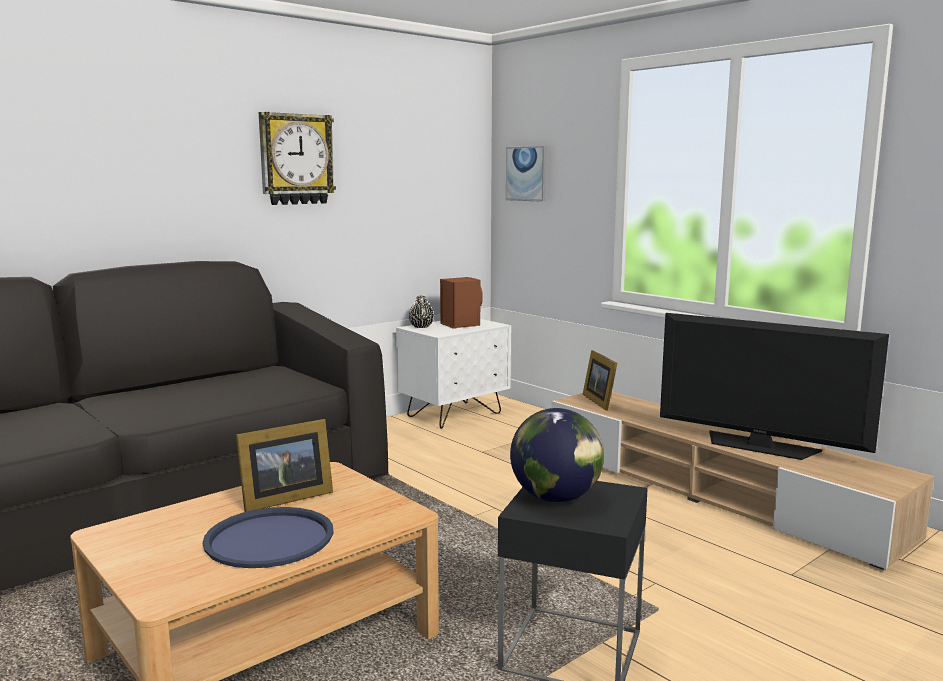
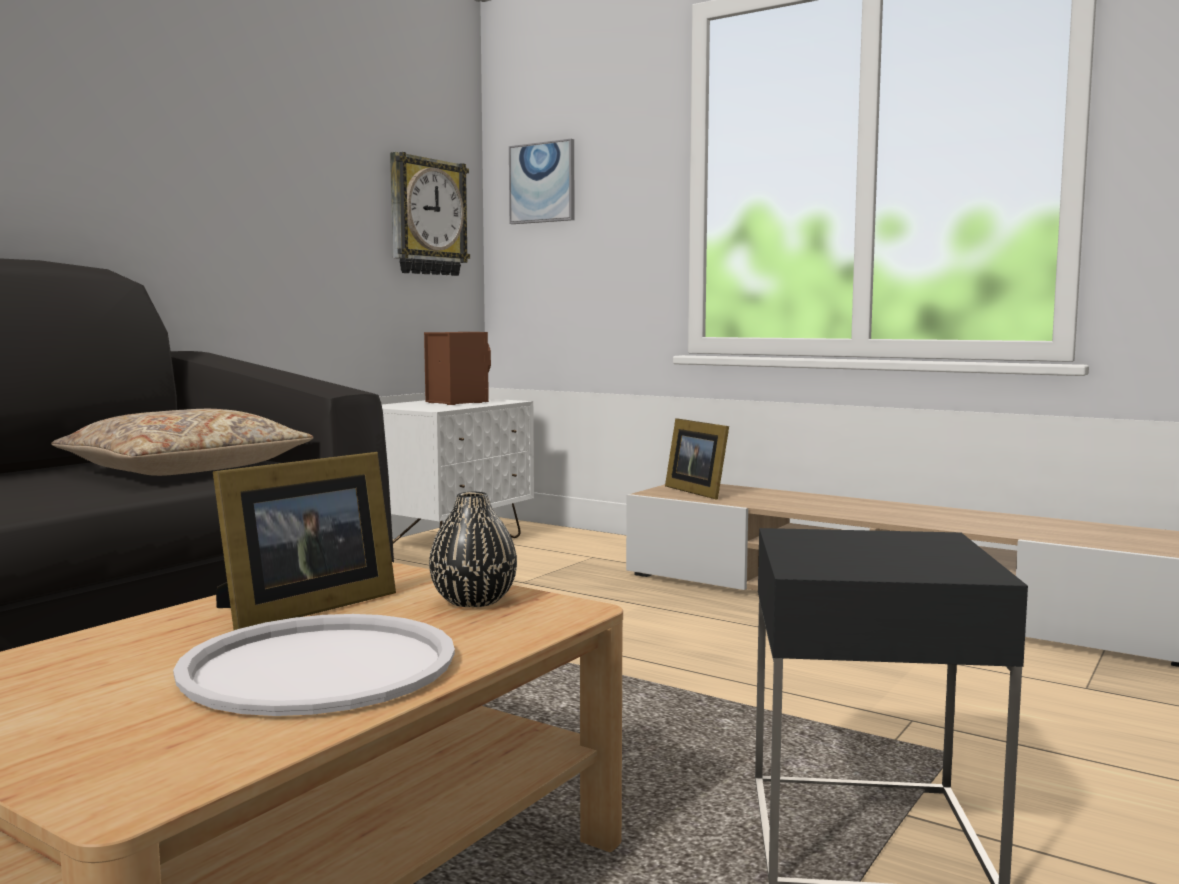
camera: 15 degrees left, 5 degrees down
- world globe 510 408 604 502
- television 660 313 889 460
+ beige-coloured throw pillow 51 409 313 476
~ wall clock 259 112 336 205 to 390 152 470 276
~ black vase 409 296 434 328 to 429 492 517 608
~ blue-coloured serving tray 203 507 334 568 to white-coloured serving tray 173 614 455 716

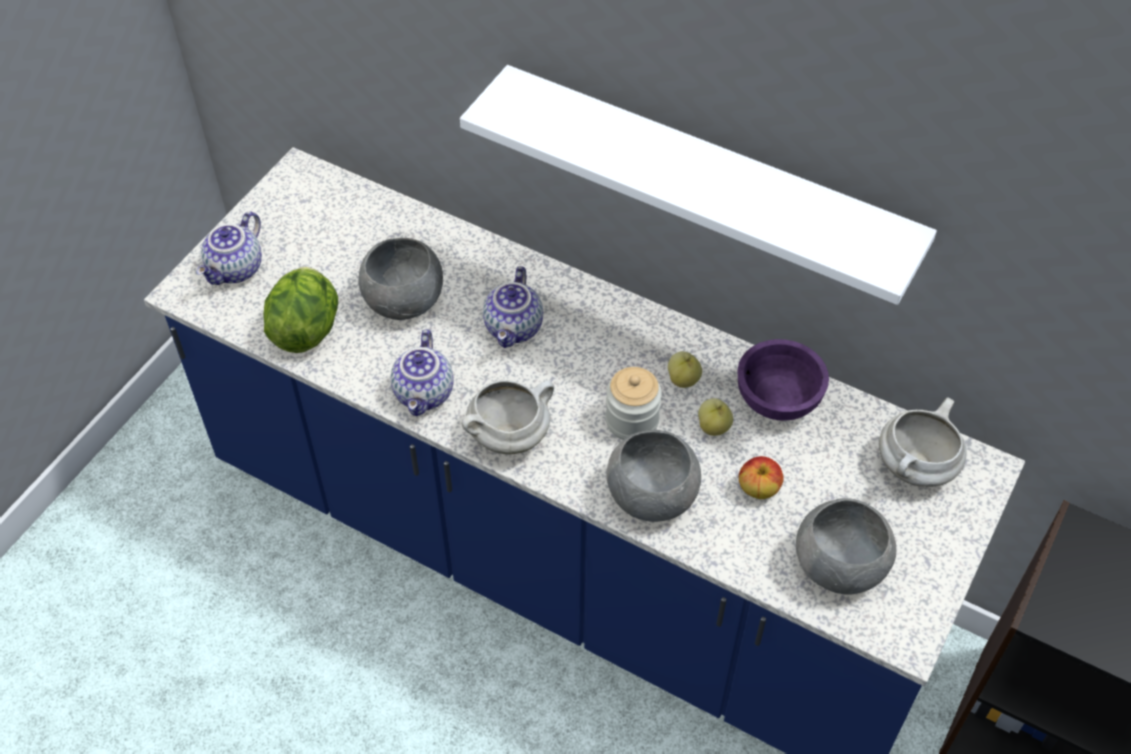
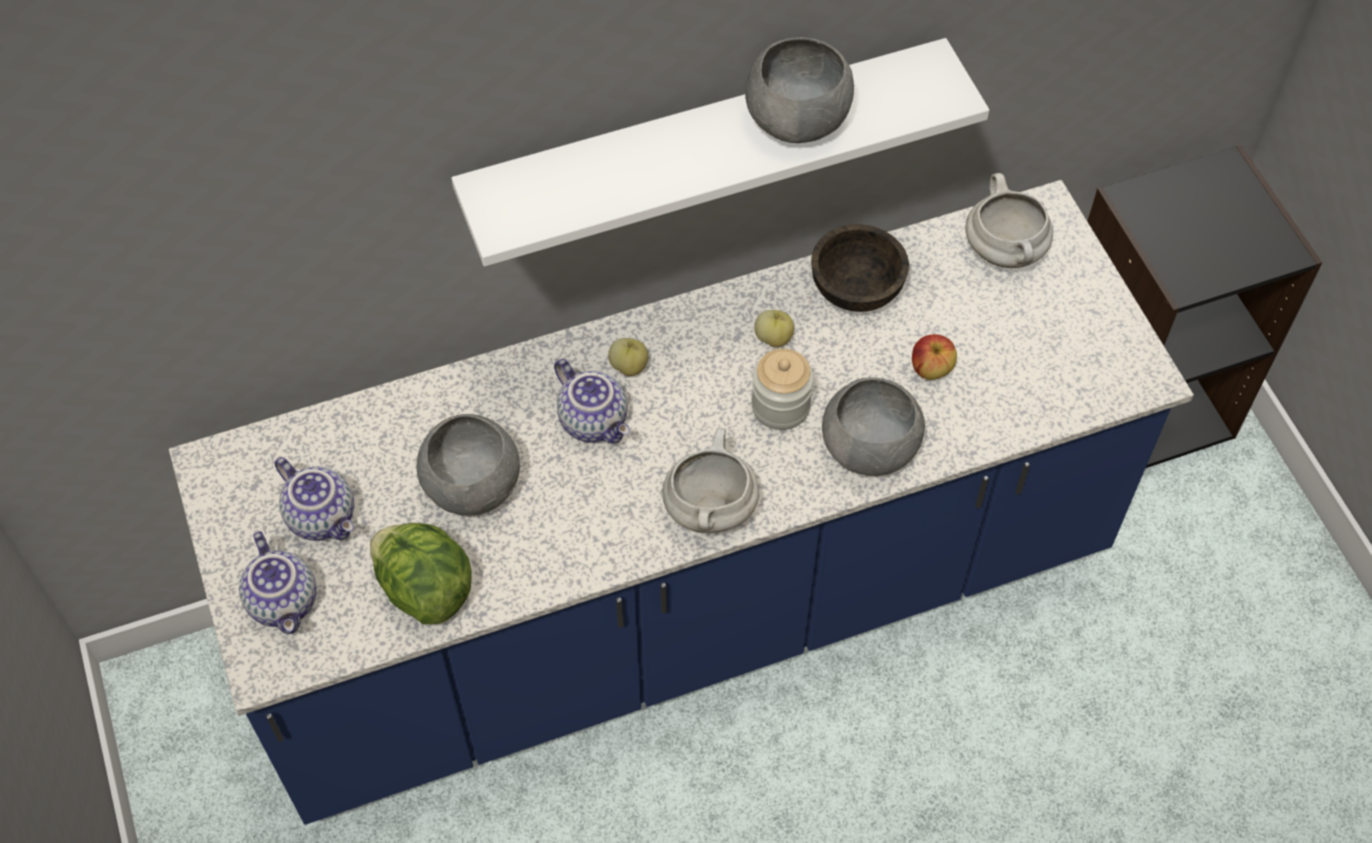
camera: 50 degrees left, 5 degrees up
~ pot for tea 391 329 454 416 to 274 457 354 541
~ apple 698 398 733 436 to 608 338 648 376
~ gray serving bowl 796 498 896 595 to 745 37 854 143
~ purplish serving bowl 737 339 829 421 to brownish serving bowl 811 224 909 312

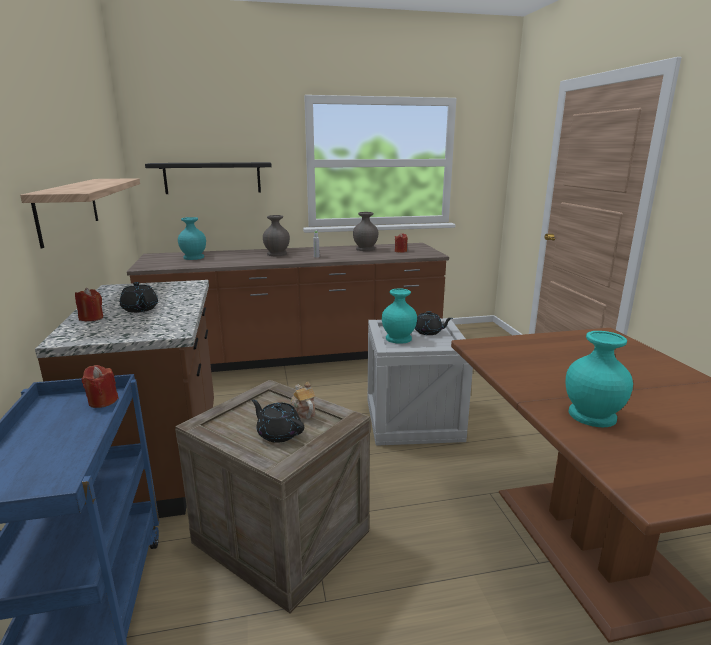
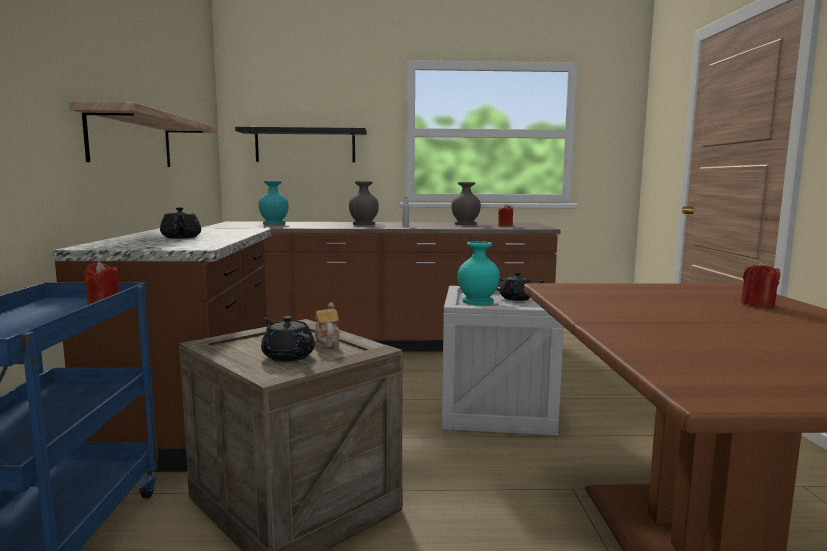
camera: 10 degrees right, 10 degrees down
- turquoise-coloured vase 565 331 633 427
~ red-coloured wax candle 75 288 103 321 to 740 261 781 307

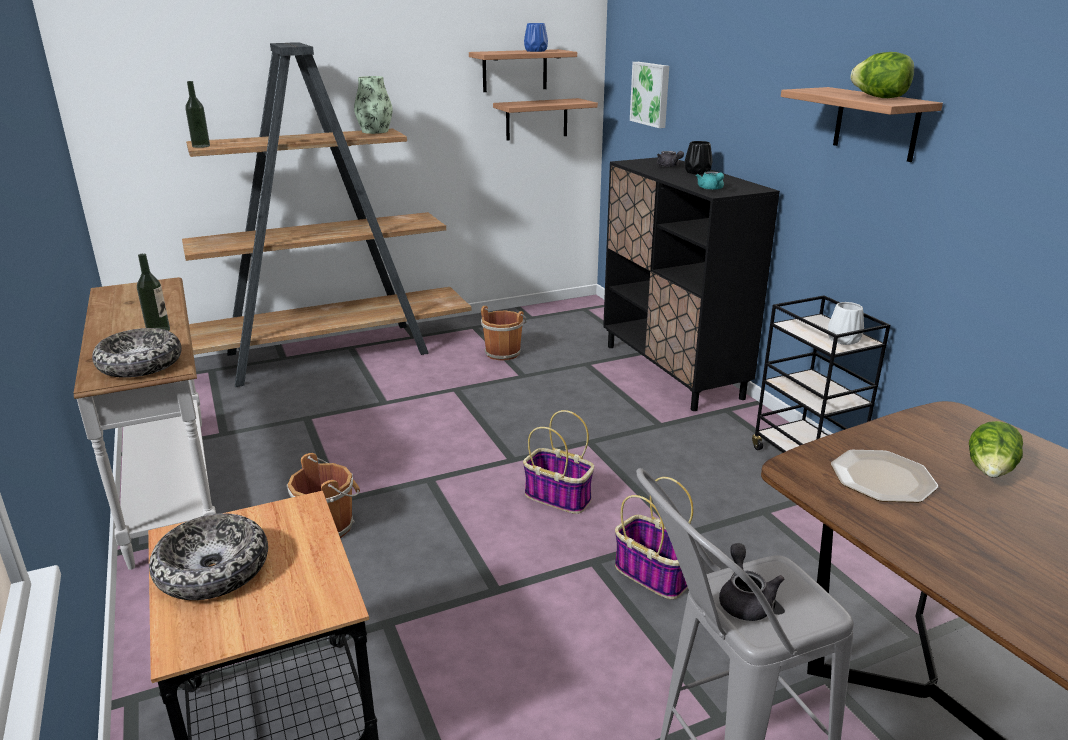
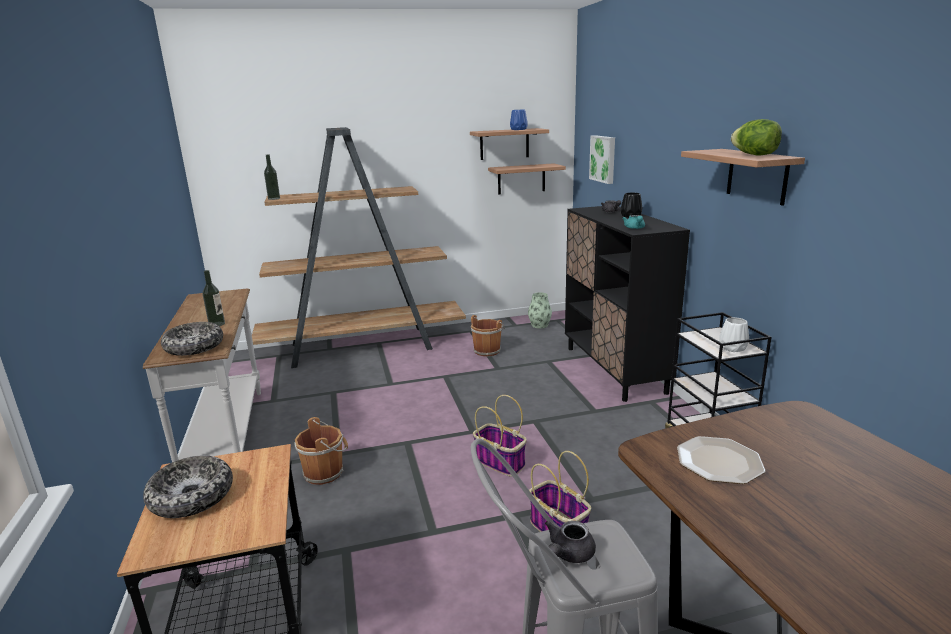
camera: 10 degrees right, 5 degrees down
- lettuce 969 421 1023 478
~ vase 354 76 393 134 to 528 292 552 329
~ gray pot for tea 719 543 784 621 = 545 521 596 563 150 degrees counterclockwise

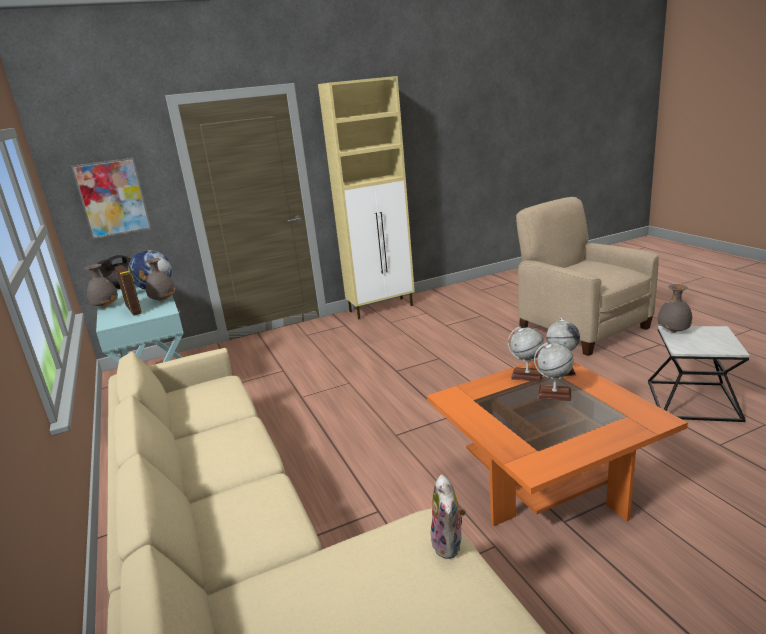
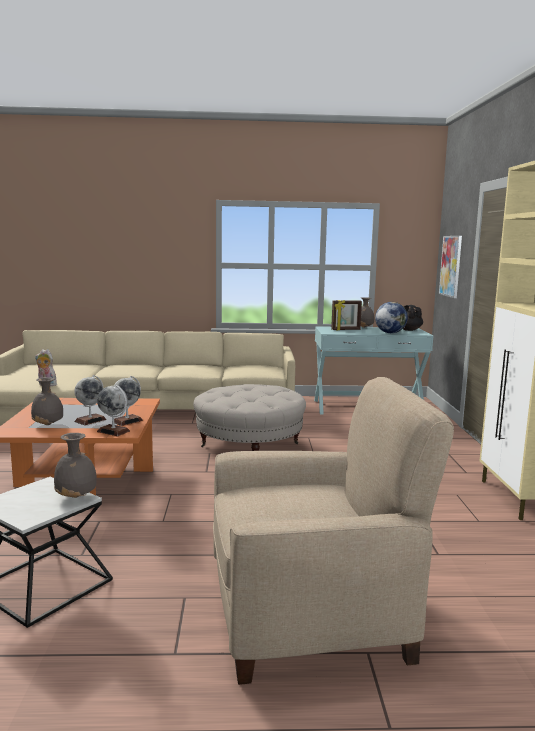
camera: 110 degrees right, 10 degrees down
+ beige-coloured ottoman 193 384 306 451
~ gray vase 145 258 176 302 to 31 377 63 425

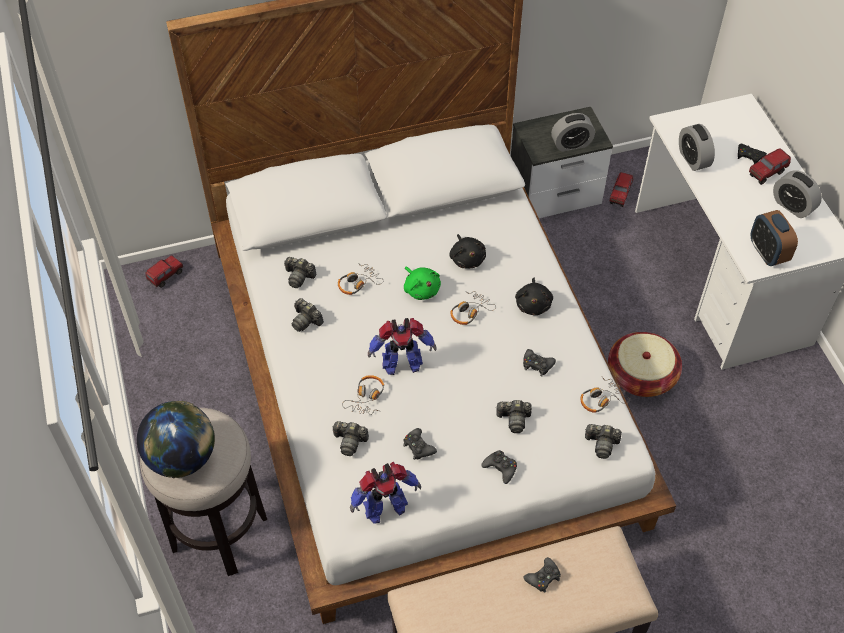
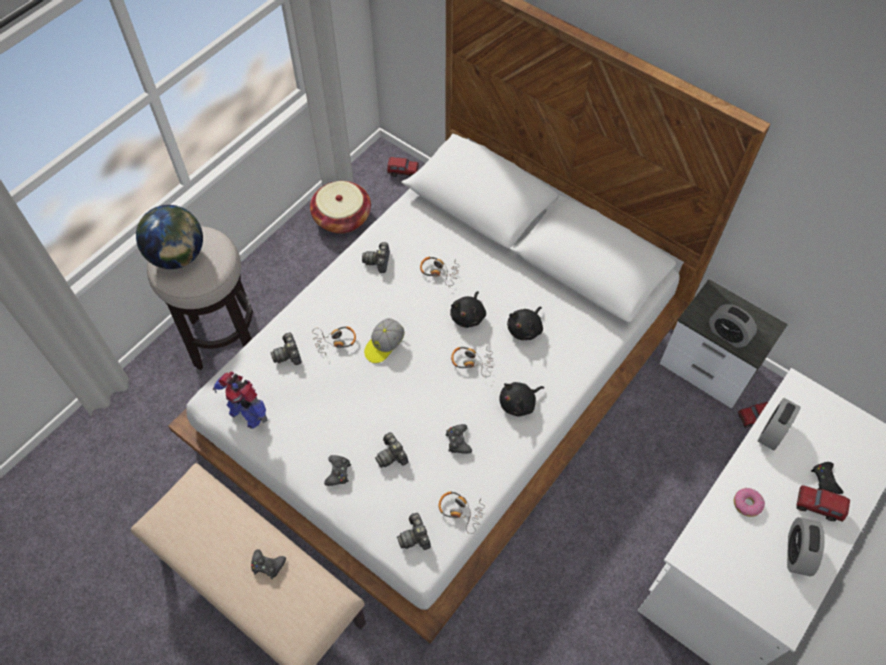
camera: 55 degrees right, 5 degrees up
- still camera 284 257 316 288
- black game controller 403 428 437 460
- table clock 750 210 798 266
+ donut 734 488 765 517
~ basket 608 332 682 397 to 310 181 371 234
~ model robot 368 318 437 375 to cap 364 318 405 363
~ greenish plush toy 404 266 441 300 to black plush toy 450 291 486 328

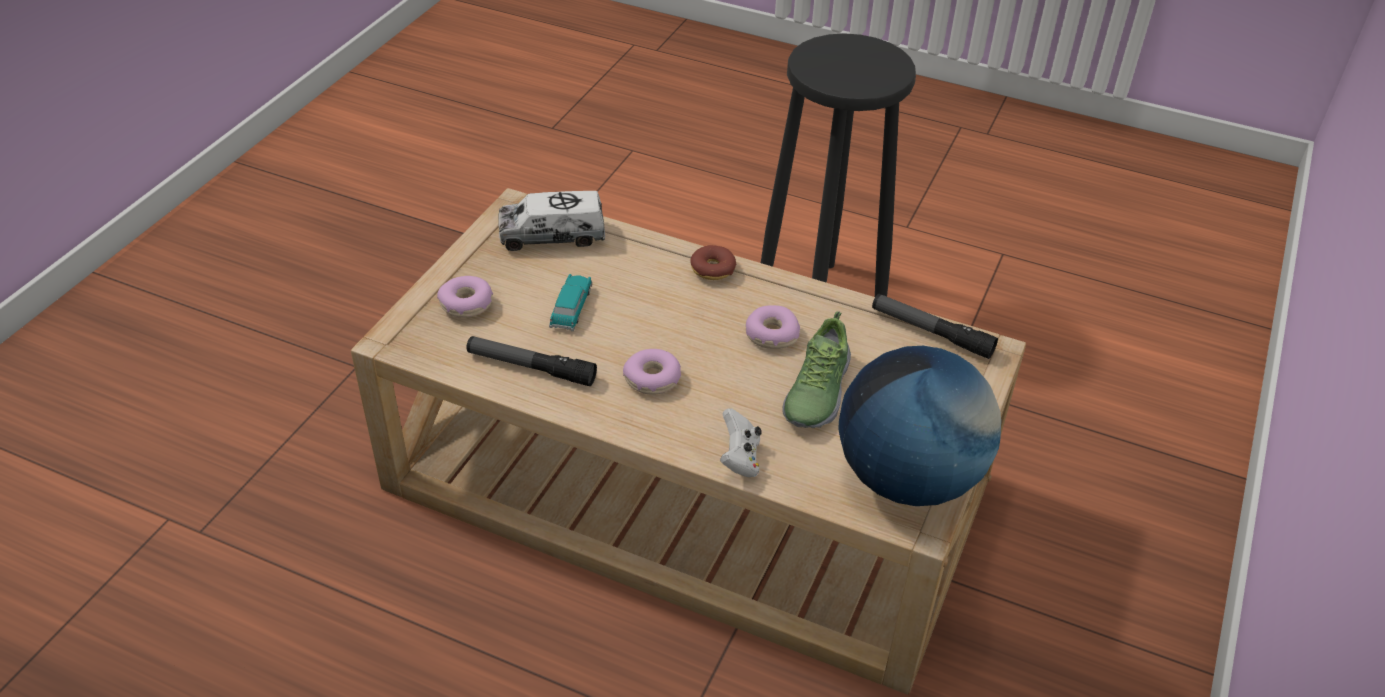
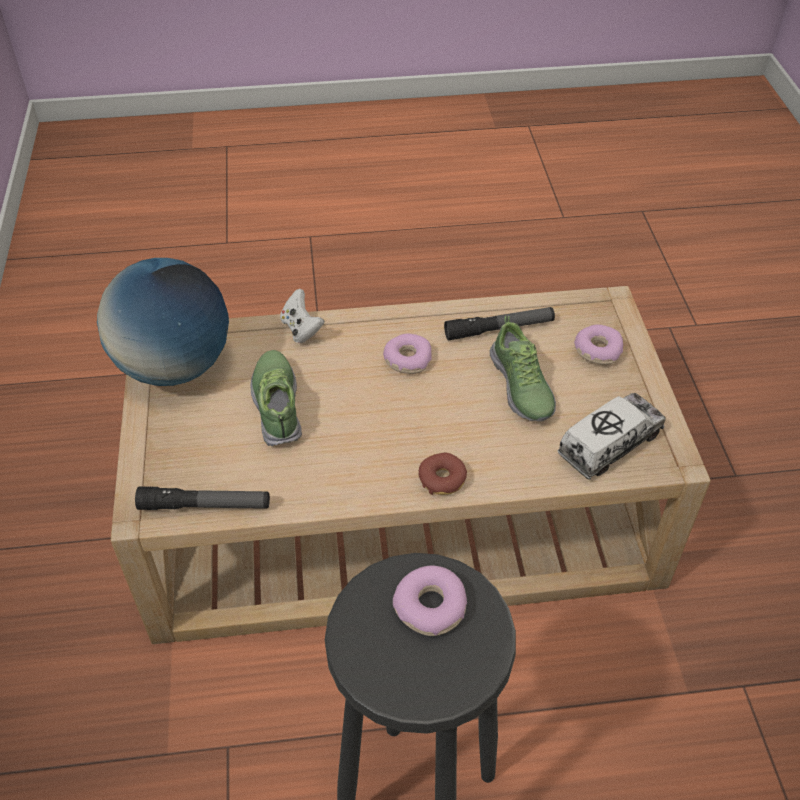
camera: 150 degrees right, 5 degrees up
~ donut 746 305 800 349 to 393 566 467 636
~ miniature car 549 274 592 331 to shoe 490 316 556 422

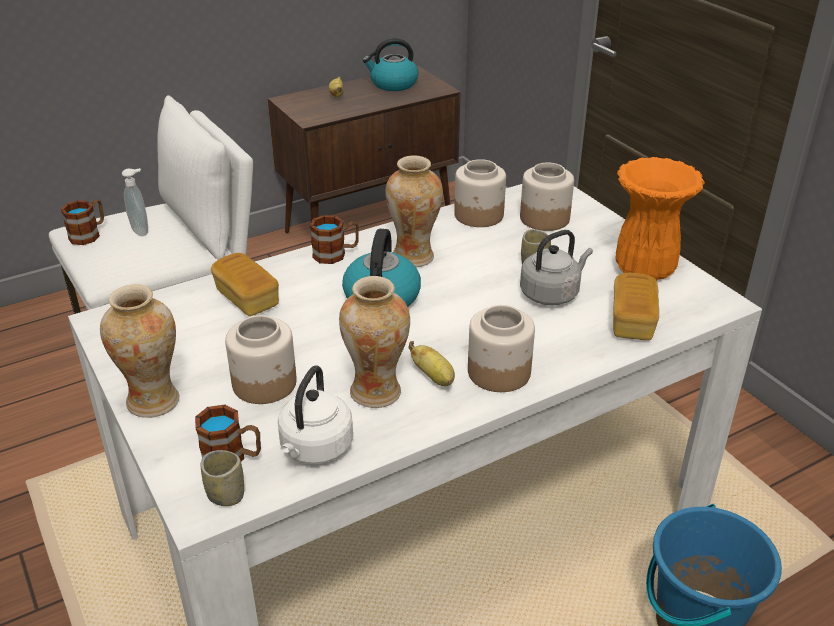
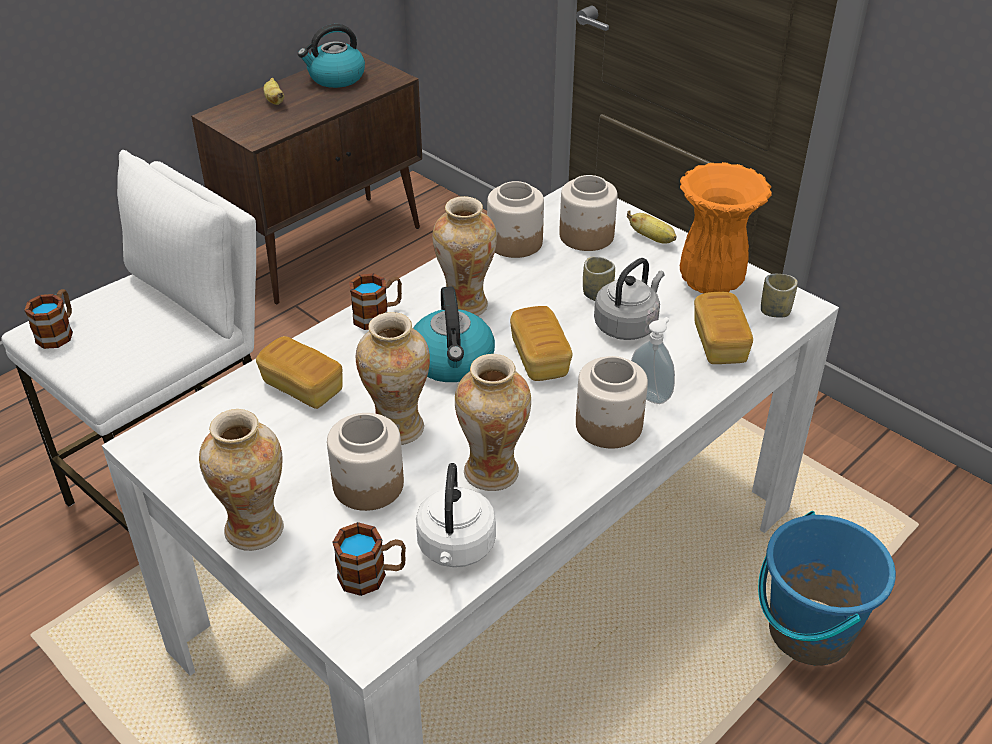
camera: 15 degrees left, 5 degrees up
+ vase 356 312 430 445
+ bread 510 306 573 381
~ soap dispenser 122 168 148 236 to 631 317 675 404
~ cup 201 450 244 506 to 761 274 798 318
~ banana fruit 408 341 455 386 to 627 210 677 244

